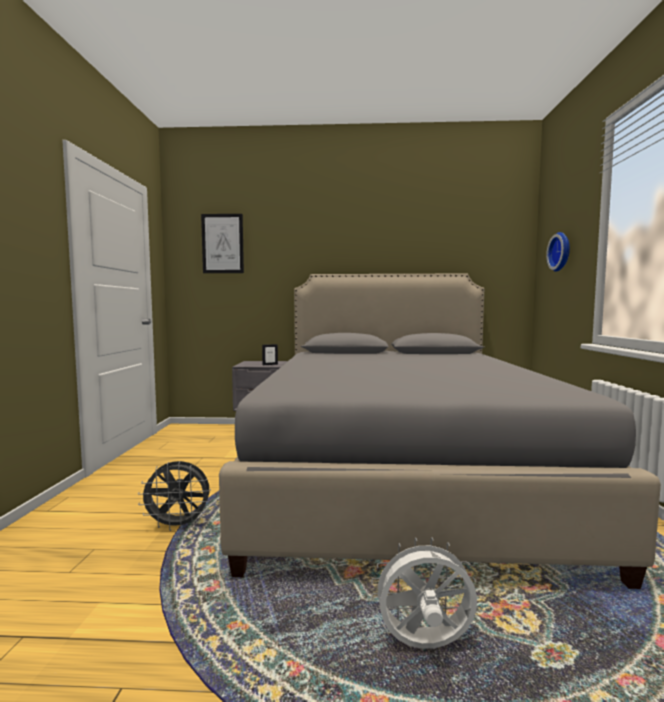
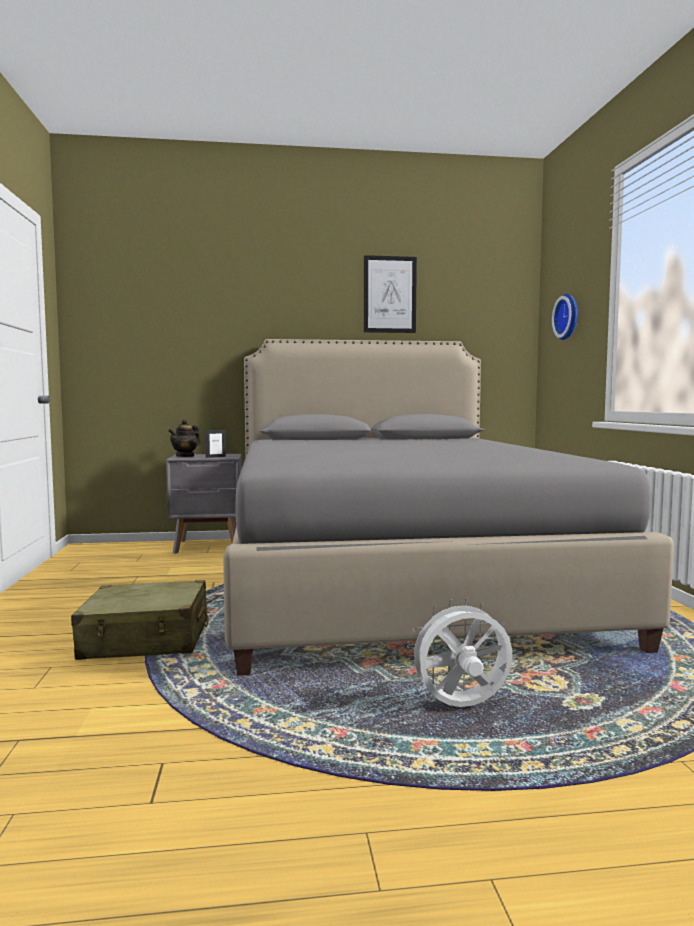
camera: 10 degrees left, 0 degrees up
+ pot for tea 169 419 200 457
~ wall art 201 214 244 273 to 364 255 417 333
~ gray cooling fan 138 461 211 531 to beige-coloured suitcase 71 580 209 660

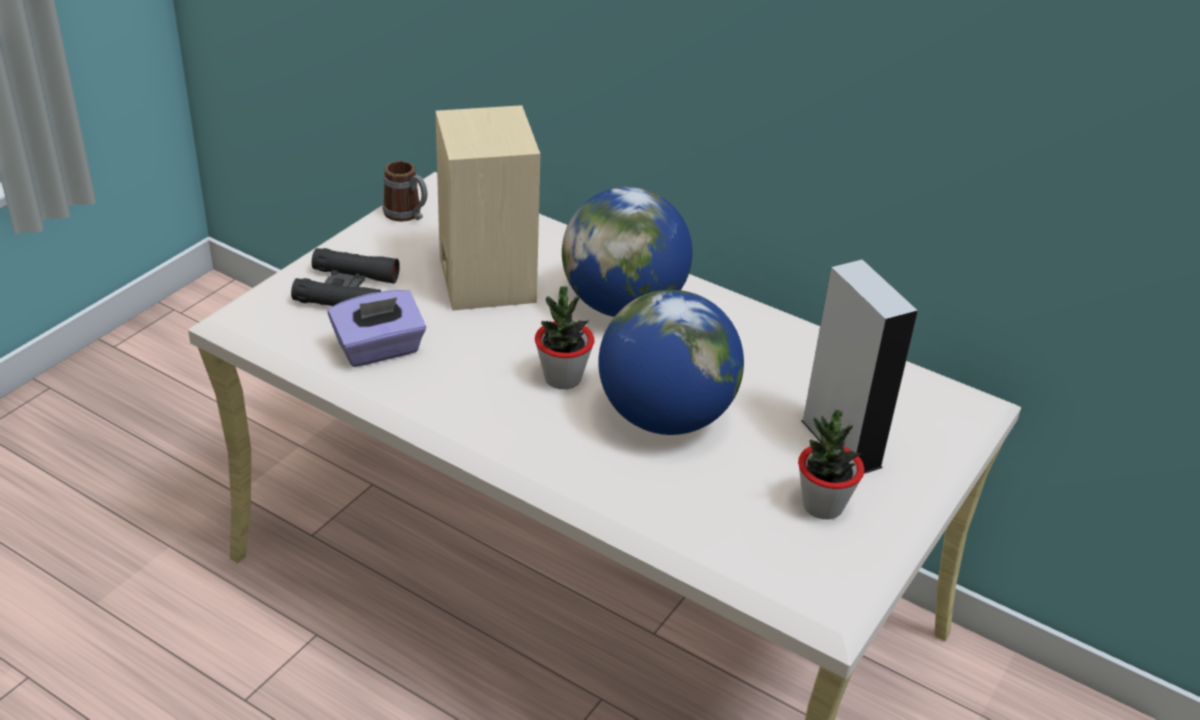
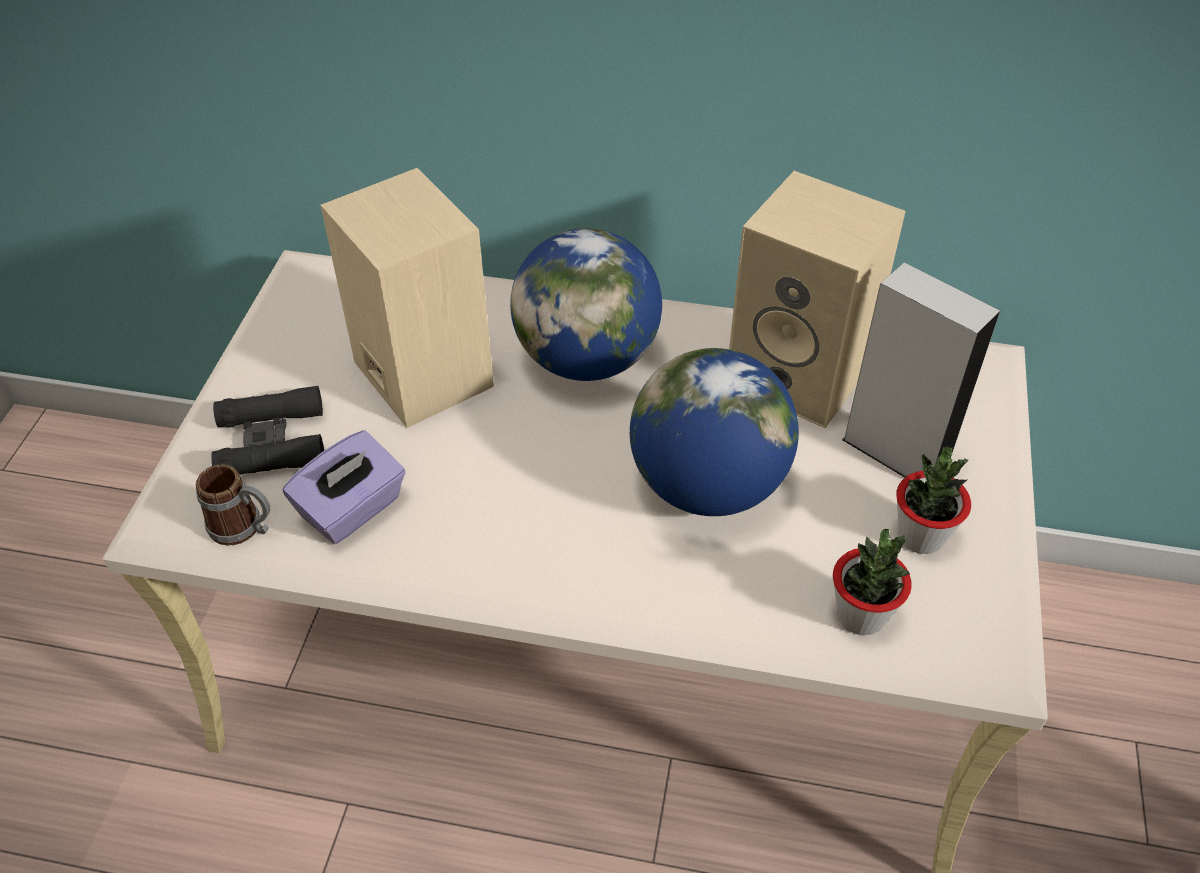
camera: 20 degrees left, 10 degrees up
+ beige-coloured audio speaker 729 171 906 428
~ mug 382 161 427 222 to 196 464 270 546
~ plant in a pot 535 286 594 389 to 833 529 912 635

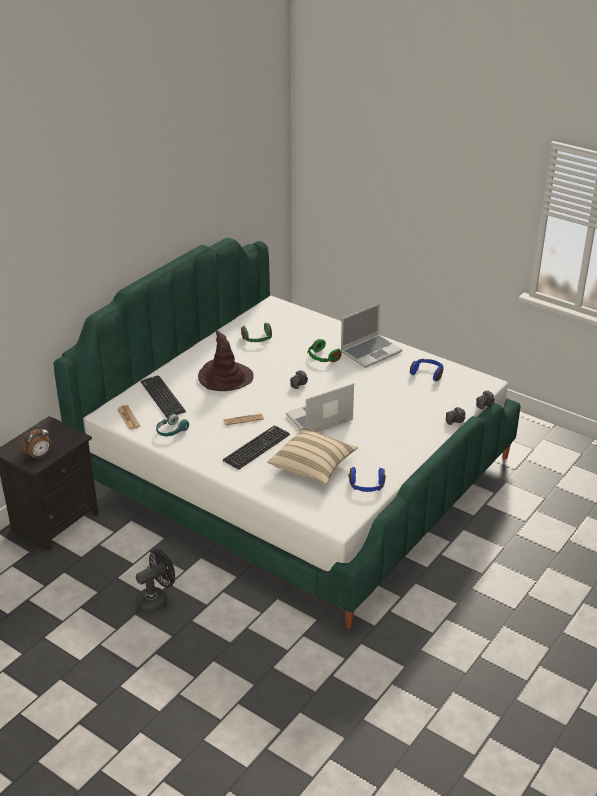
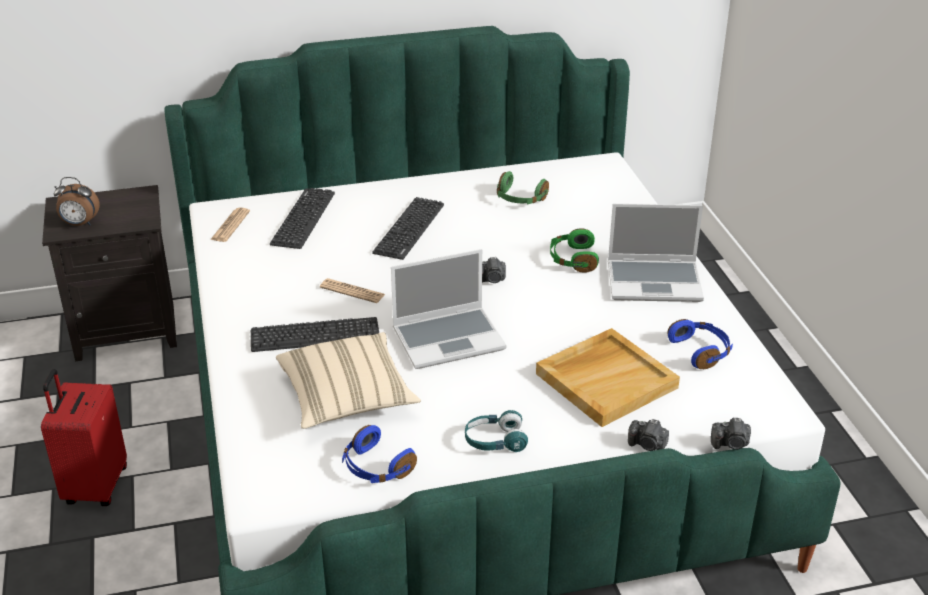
camera: 40 degrees right, 0 degrees up
+ beige-coloured serving tray 536 328 680 427
~ turquoise-coloured headset 156 413 189 436 to 465 410 528 452
~ black cooling fan 136 549 175 613 to red-coloured suitcase 41 369 127 506
~ brownish wearable hat 198 330 254 391 to keyboard 372 197 444 260
~ laptop 286 383 354 432 = 391 249 506 369 150 degrees clockwise

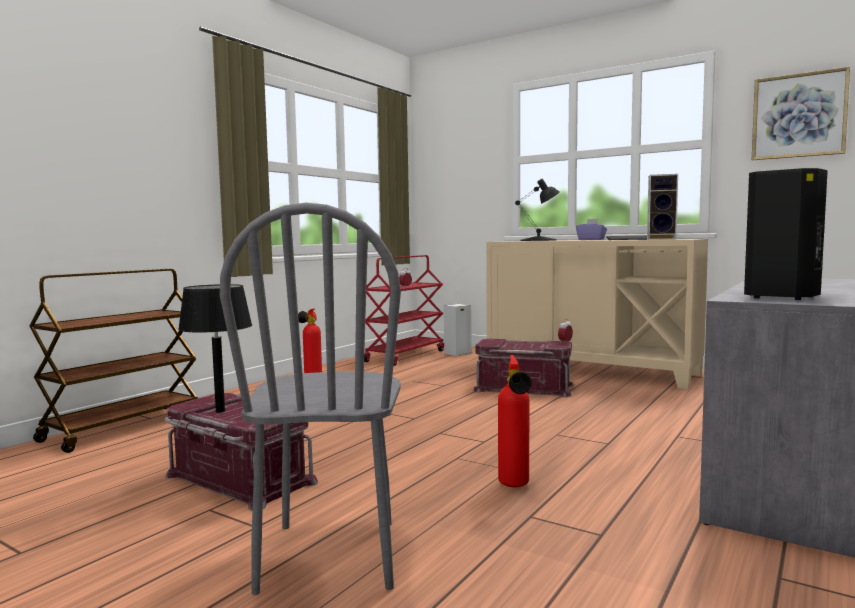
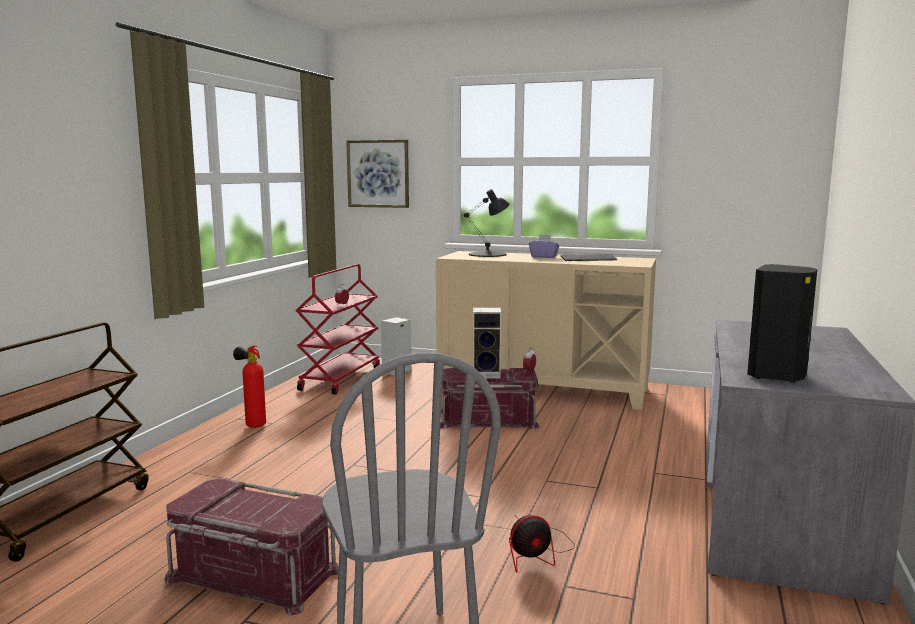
camera: 15 degrees left, 5 degrees up
- black table lamp 178 284 252 413
~ audio speaker 647 174 678 240 to 473 307 501 379
~ wall art 752 67 850 160 to 346 140 409 208
~ fire-fighting cylinder 498 355 532 487 to cooling fan 509 515 575 573

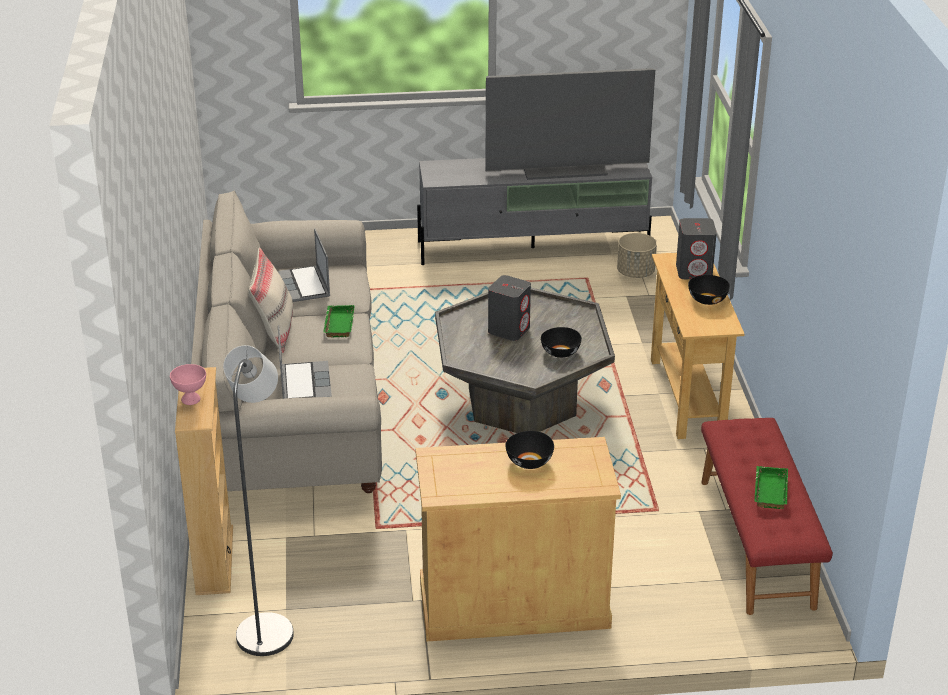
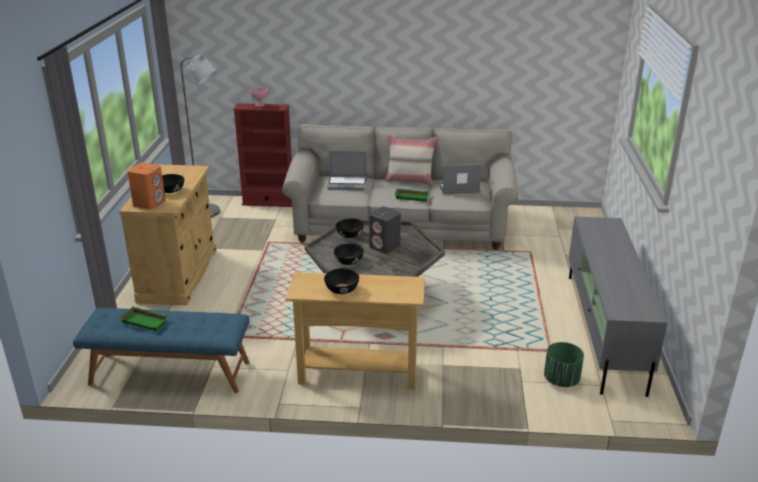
camera: 100 degrees right, 5 degrees down
- television 485 68 655 180
- gray audio speaker 676 218 717 279
+ orangey audio speaker 127 162 166 210
+ black serving bowl 336 218 364 238
~ beige-coloured bookshelf 175 367 233 595 to red-coloured bookshelf 233 103 292 207
~ beige-coloured planter 617 233 657 278 to greenish planter 544 342 584 387
~ red-coloured indoor bench 701 418 833 615 to blue-coloured indoor bench 73 308 250 393

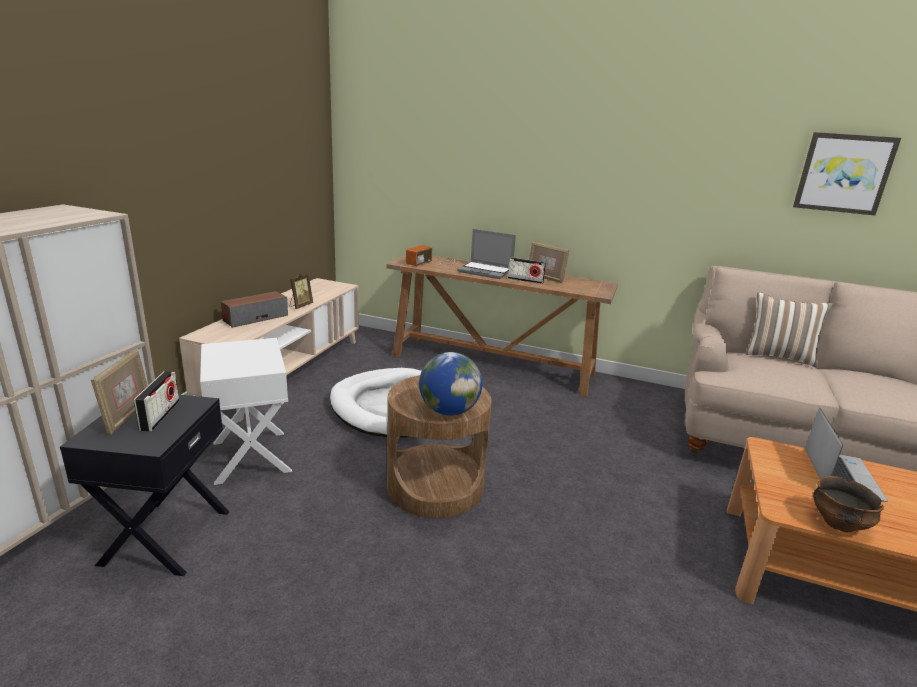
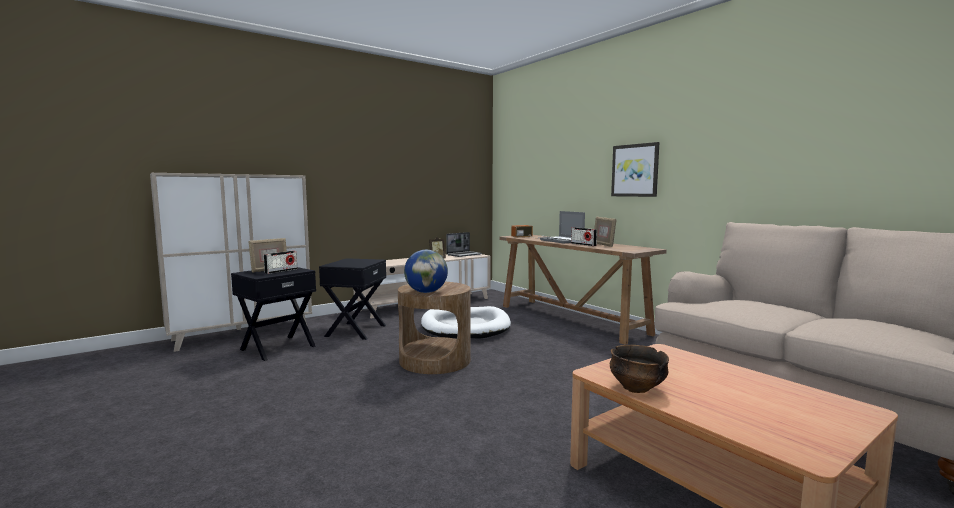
camera: 35 degrees right, 15 degrees down
- audio speaker 221 291 288 328
- throw pillow 745 292 833 368
~ wall art 793 132 901 215 to 611 142 659 197
~ laptop 805 408 888 502 to 446 232 482 257
~ white-coloured side table 200 338 292 485 to black side table 319 258 386 340

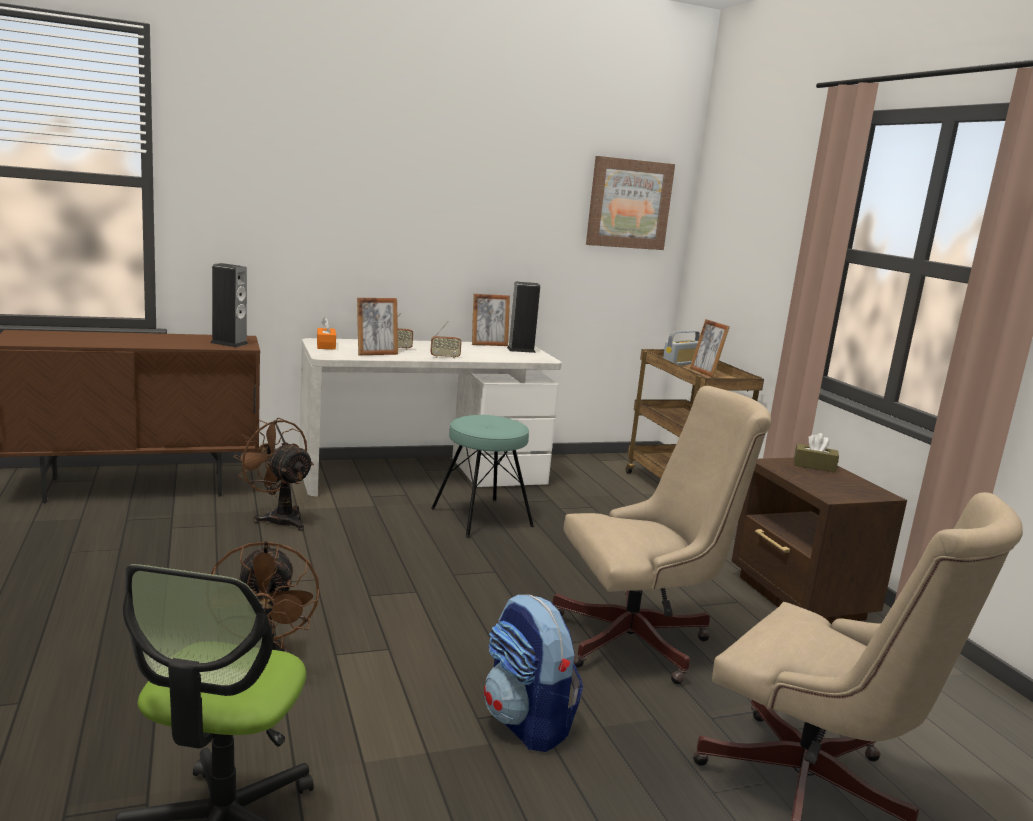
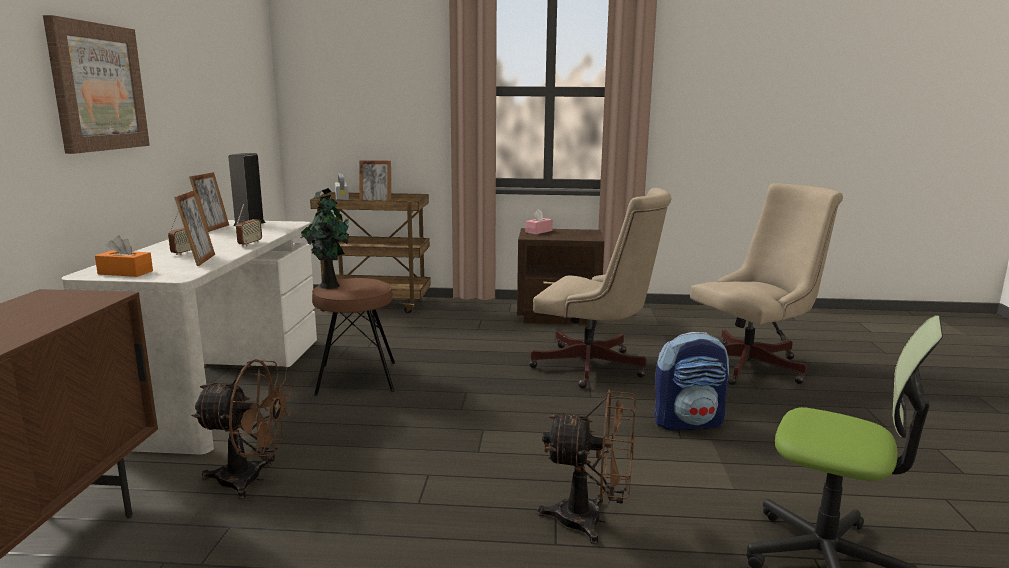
camera: 65 degrees left, 0 degrees up
- audio speaker 210 263 248 347
+ plant in a pot 300 188 349 289
~ wall art 586 156 675 250 to 43 15 150 154
~ turquoise-coloured stool seat 431 415 534 538 to brownish stool seat 312 278 395 396
~ brownish tissue box 794 433 839 473 to pinkish tissue box 525 209 553 234
~ brownish cooling fan 234 418 314 531 = 191 359 293 499 150 degrees counterclockwise
~ beige-coloured office chair 553 386 771 684 = 529 188 672 388 105 degrees clockwise

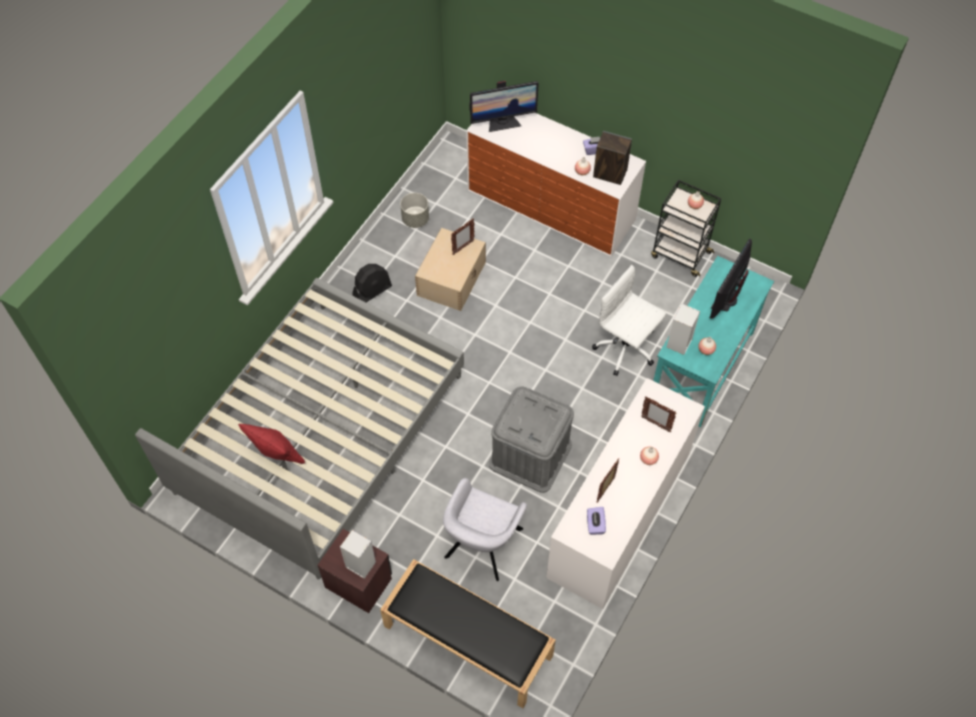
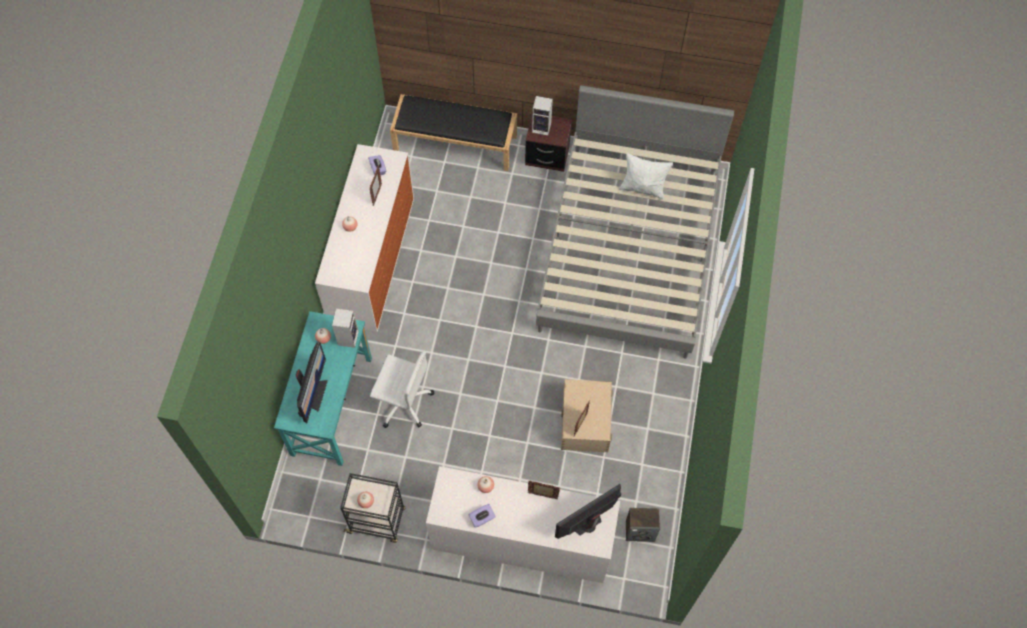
camera: 160 degrees right, 5 degrees up
- black cooling fan 352 264 392 302
- gray planter 400 193 429 228
- gray armchair 443 478 527 581
- gray storage bin 489 387 574 493
~ audio speaker 593 131 632 185 to 626 508 660 542
~ picture frame 641 397 677 432 to 528 480 560 500
~ red-coloured throw pillow 238 424 305 464 to white-coloured throw pillow 619 153 673 200

